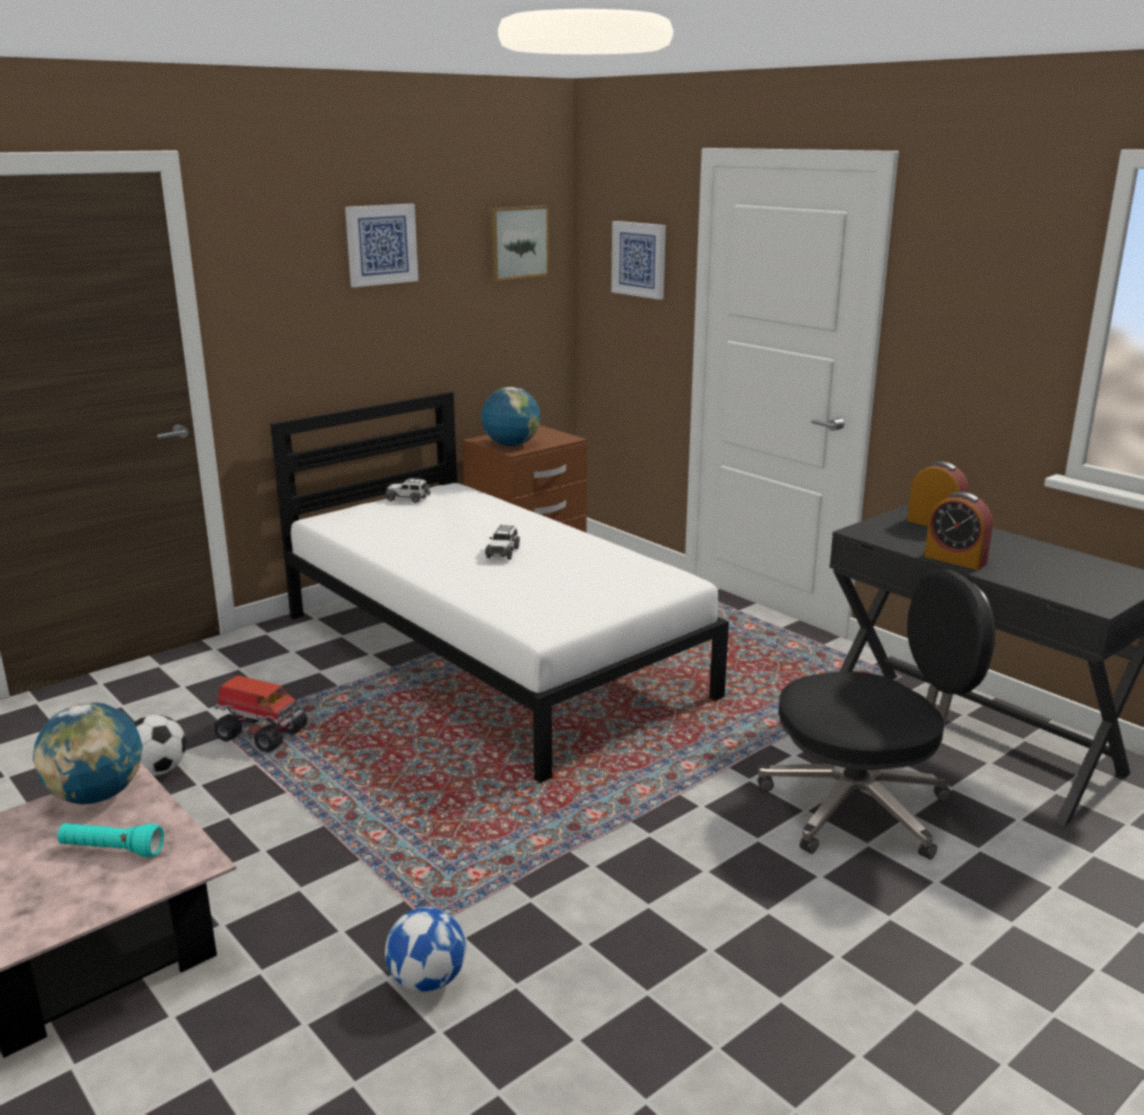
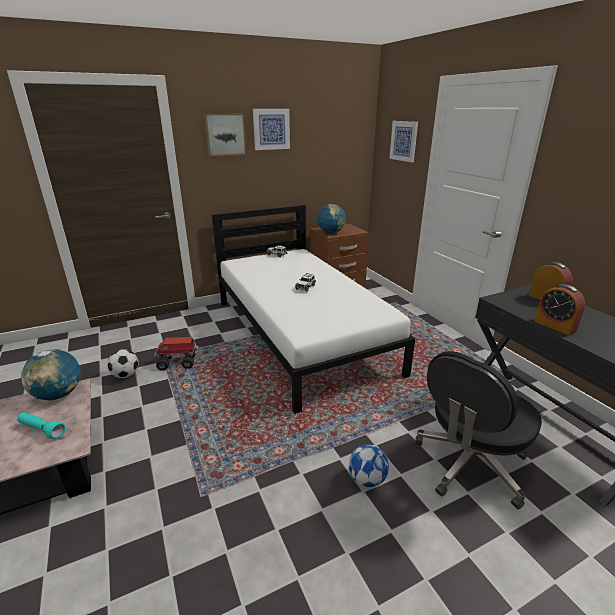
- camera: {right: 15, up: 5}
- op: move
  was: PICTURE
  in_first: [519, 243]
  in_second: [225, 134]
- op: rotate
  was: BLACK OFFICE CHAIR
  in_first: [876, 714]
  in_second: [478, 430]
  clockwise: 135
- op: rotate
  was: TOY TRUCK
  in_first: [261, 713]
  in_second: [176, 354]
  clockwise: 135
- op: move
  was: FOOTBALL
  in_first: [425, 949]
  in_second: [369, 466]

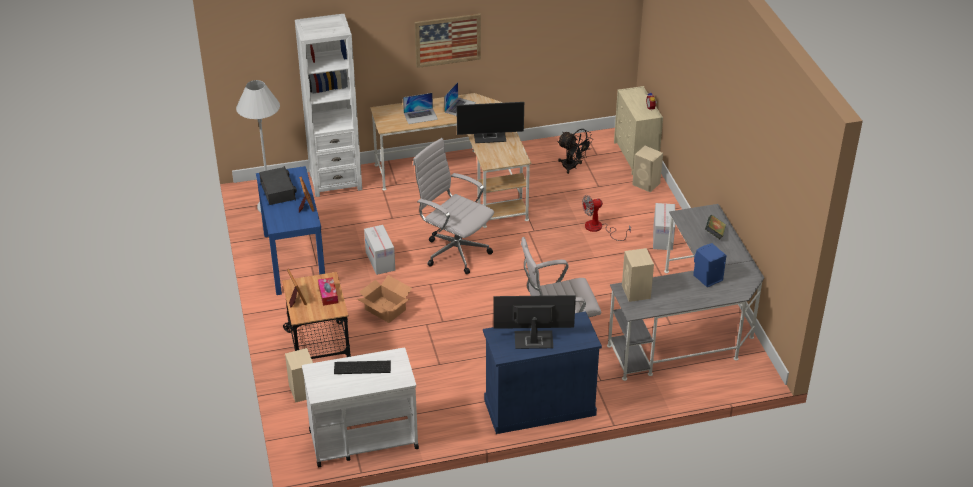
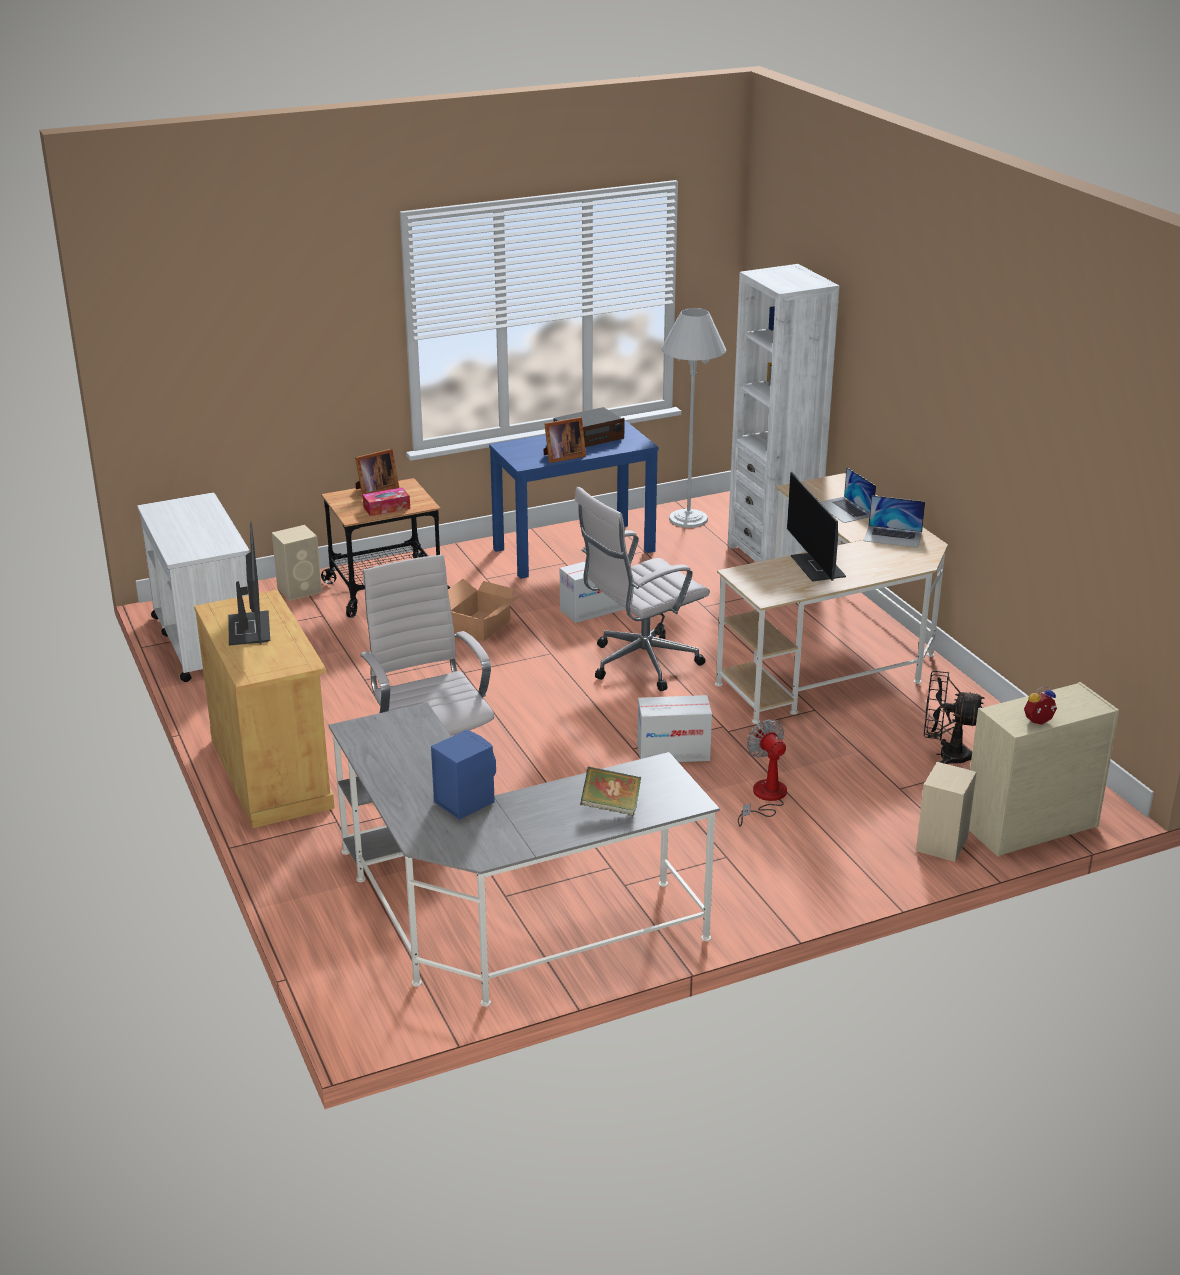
- camera: {right: 80, up: -10}
- op: delete
  was: PICTURE
  in_first: [448, 41]
- op: rotate
  was: BLACK FAN
  in_first: [575, 151]
  in_second: [954, 717]
  clockwise: 75
- op: rotate
  was: WHITE OFFICE CHAIR
  in_first: [453, 206]
  in_second: [642, 589]
  clockwise: -150
- op: move
  was: CARDBOARD BOX
  in_first: [664, 226]
  in_second: [674, 728]
- op: delete
  was: BEIGE SPEAKER
  in_first: [638, 275]
- op: recolor
  was: BLUE CABINET
  now: BEIGE CABINET
  in_first: [542, 372]
  in_second: [264, 709]
- op: delete
  was: KEYBOARD
  in_first: [362, 367]

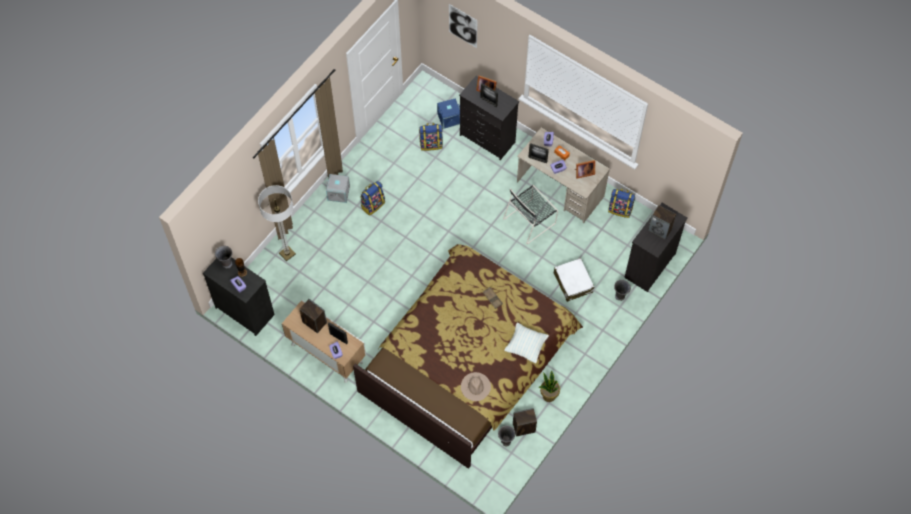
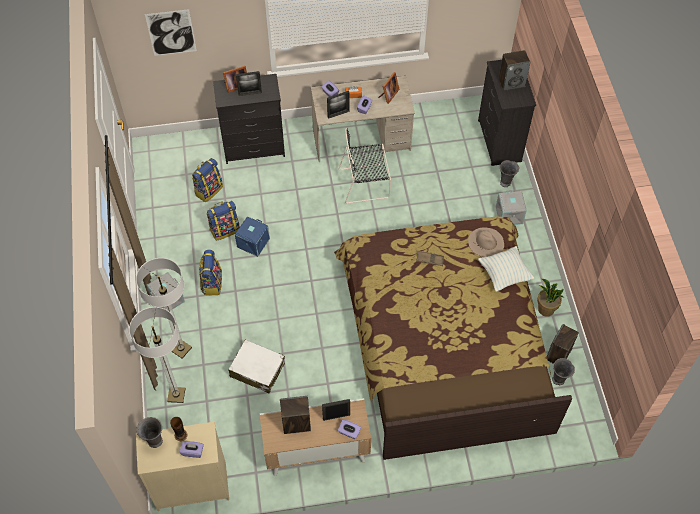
- camera: {right: -45, up: -5}
- op: move
  was: BLUE STORAGE BOX
  in_first: [448, 113]
  in_second: [252, 236]
- op: rotate
  was: BLACK CHAIR
  in_first: [530, 214]
  in_second: [365, 166]
  clockwise: 75
- op: move
  was: BACKPACK
  in_first: [621, 203]
  in_second: [223, 221]
- op: recolor
  was: BLACK DRESSER
  now: BEIGE DRESSER
  in_first: [239, 296]
  in_second: [182, 466]
- op: move
  was: WHITE SUITCASE
  in_first: [574, 280]
  in_second: [256, 366]
- op: move
  was: BEIGE HAT
  in_first: [476, 386]
  in_second: [486, 242]
- op: insert
  now: GREY STORAGE BOX
  in_second: [511, 207]
- op: insert
  now: FLOOR LAMP
  in_second: [164, 308]

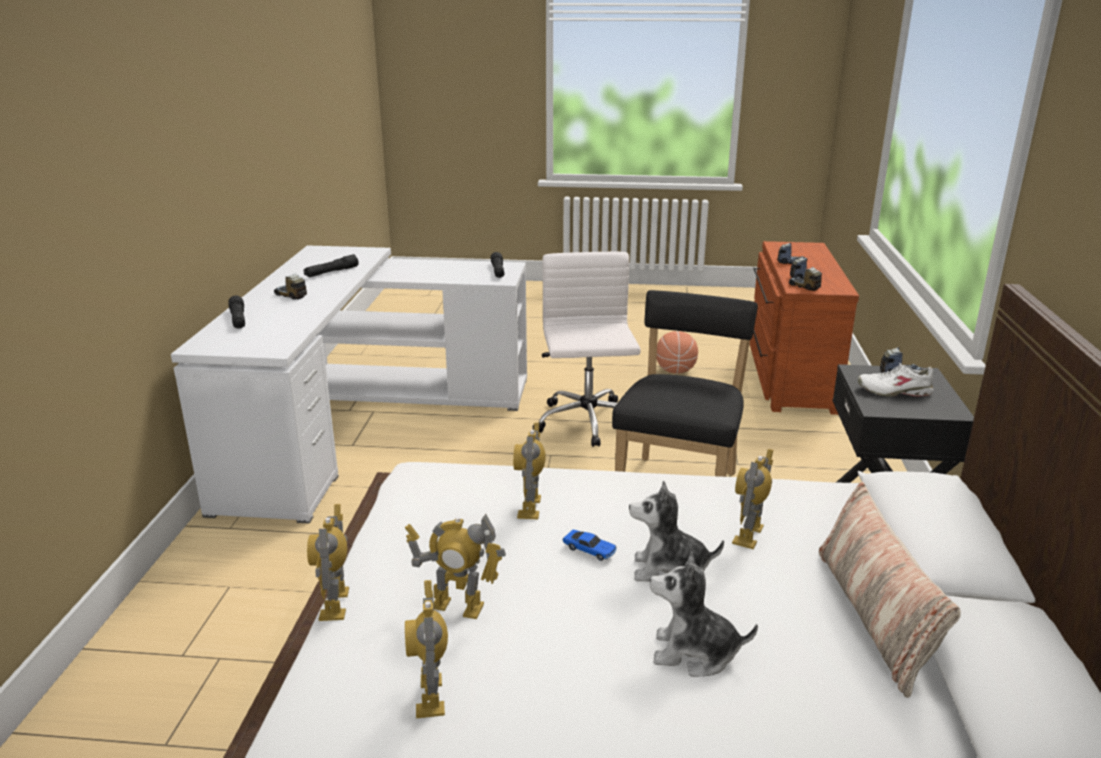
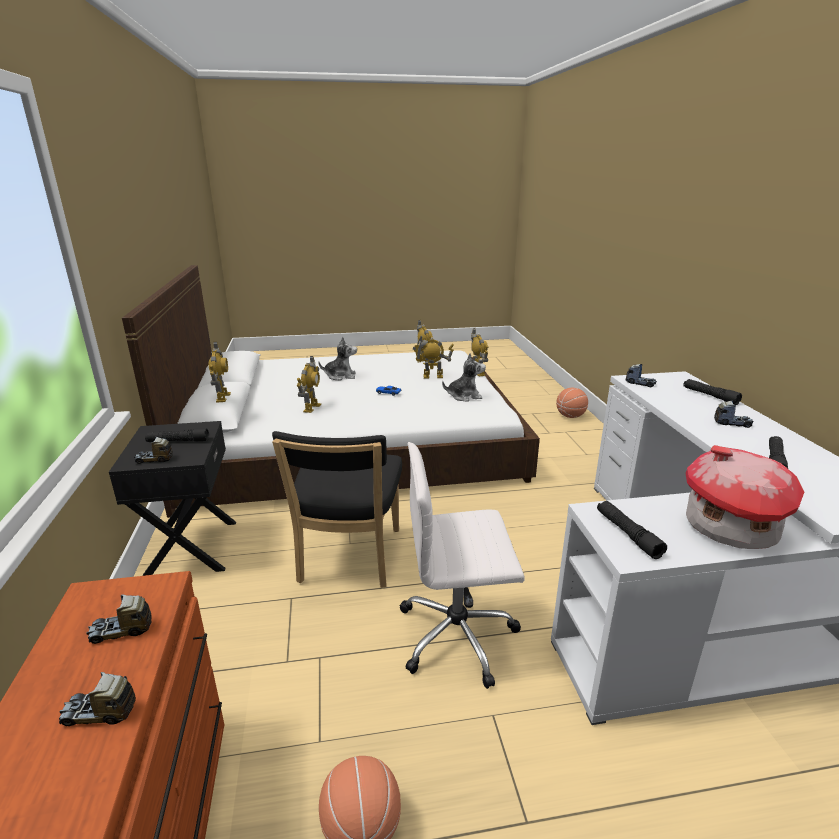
- camera: {right: 165, up: 0}
- op: rotate
  was: WHITE OFFICE CHAIR
  in_first: [586, 349]
  in_second: [462, 565]
  clockwise: 105
- op: move
  was: TOY TRUCK
  in_first: [805, 279]
  in_second: [641, 376]
- op: replace
  was: WHITE SHOE
  now: BLACK FLASHLIGHT
  in_first: [895, 380]
  in_second: [177, 435]
- op: move
  was: TOY ROBOT
  in_first: [529, 470]
  in_second: [219, 372]
- op: move
  was: PLUSH TOY
  in_first: [676, 531]
  in_second: [464, 377]
- op: delete
  was: PILLOW
  in_first: [890, 590]
- op: insert
  now: BASKETBALL
  in_second: [572, 403]
- op: insert
  now: TOY HOUSE
  in_second: [744, 497]

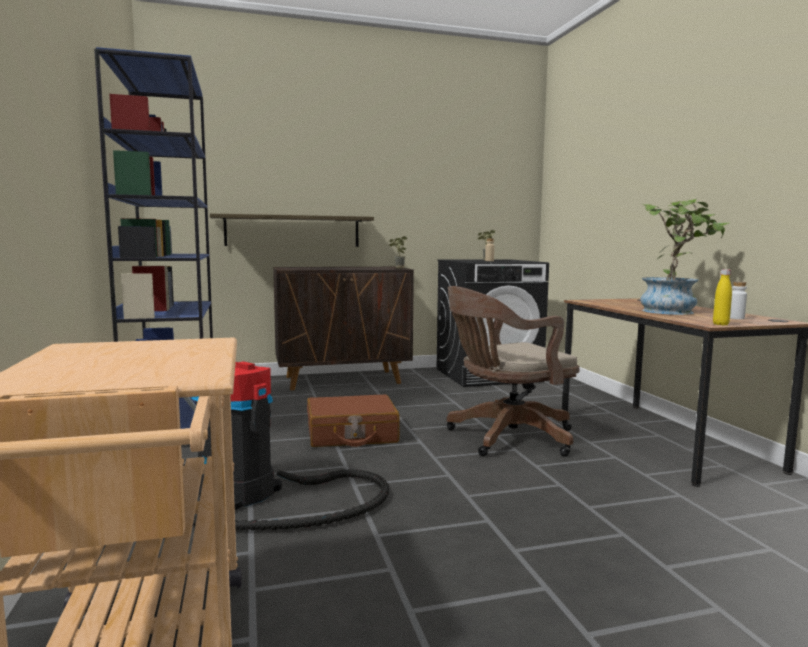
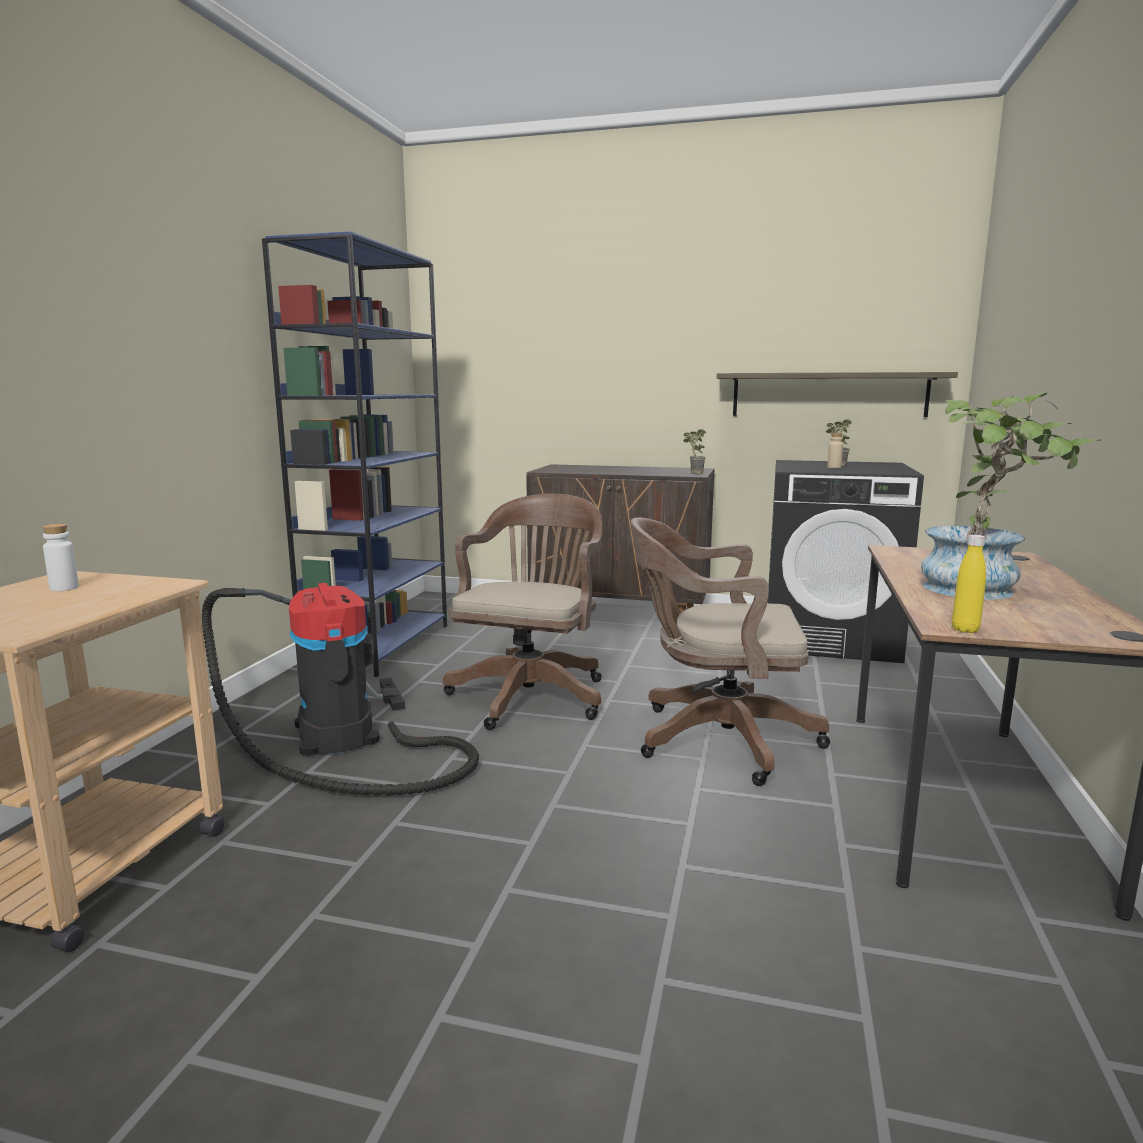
- camera: {right: 30, up: 5}
- op: move
  was: SHELF
  in_first: [292, 230]
  in_second: [837, 394]
- op: move
  was: WHITE BOTTLE
  in_first: [738, 300]
  in_second: [61, 557]
- op: replace
  was: BROWN SUITCASE
  now: BROWN OFFICE CHAIR
  in_first: [353, 420]
  in_second: [522, 612]

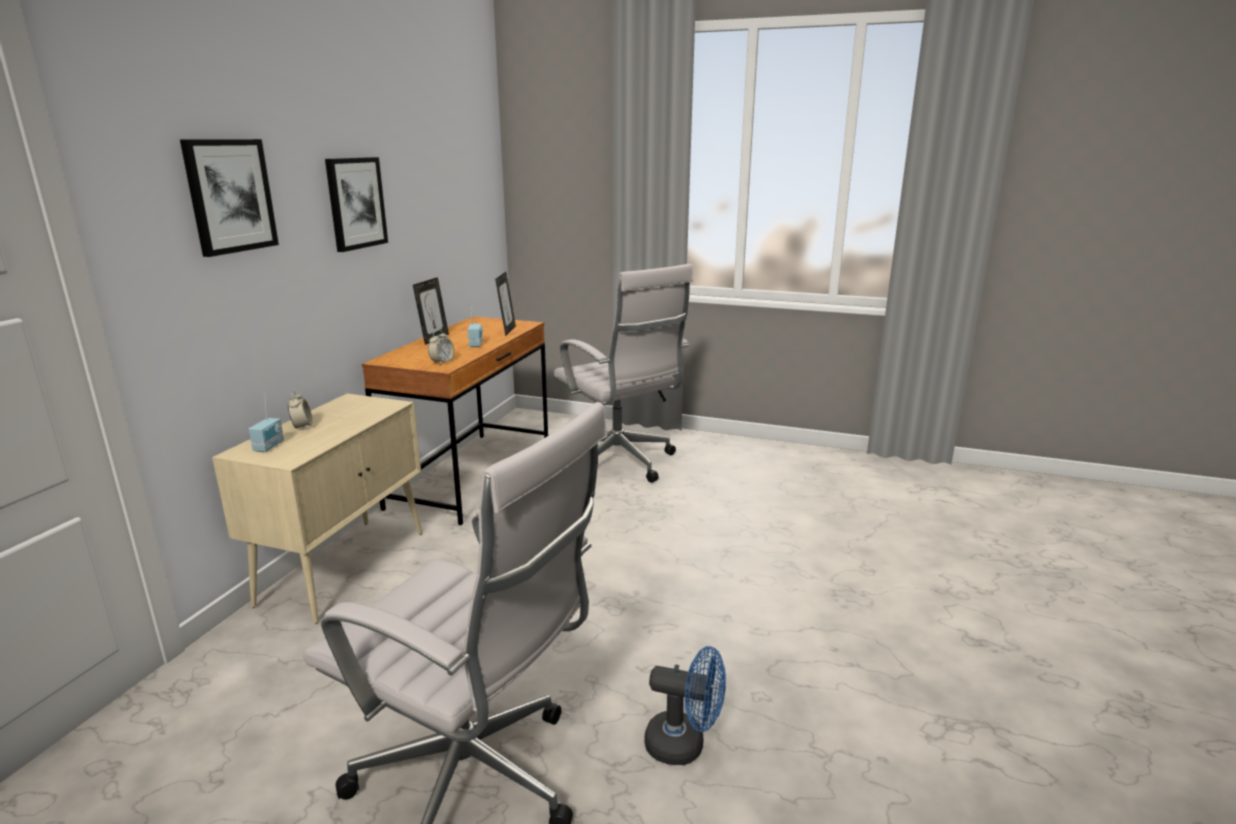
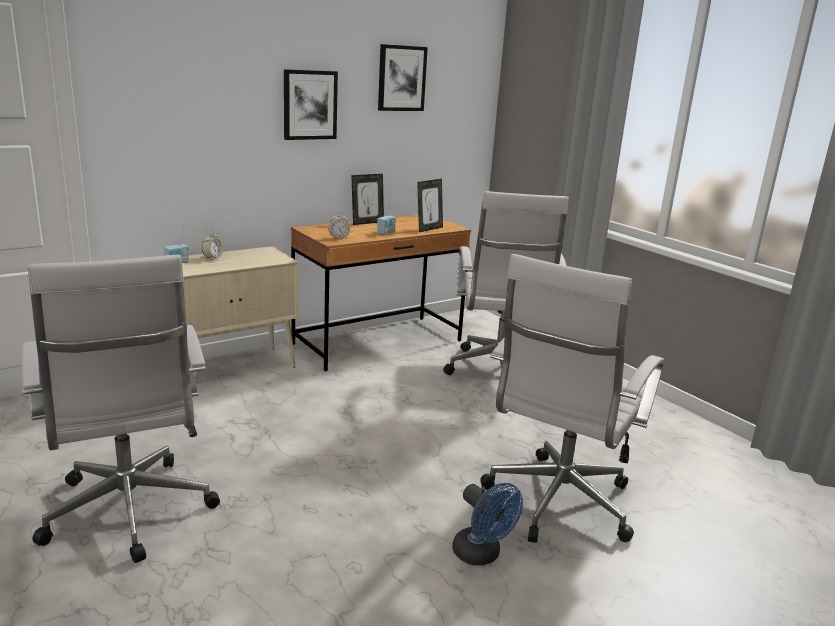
- camera: {right: 35, up: 0}
- op: move
  was: PICTURE
  in_first: [229, 198]
  in_second: [403, 77]
- op: move
  was: BLUE FAN
  in_first: [685, 705]
  in_second: [487, 524]
- op: insert
  now: WHITE OFFICE CHAIR
  in_second: [572, 398]

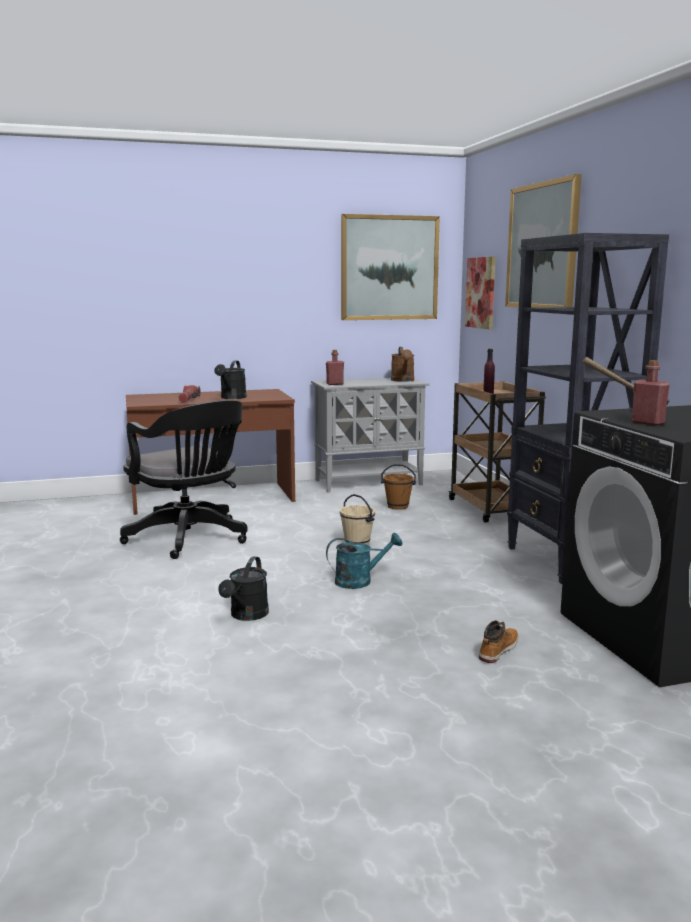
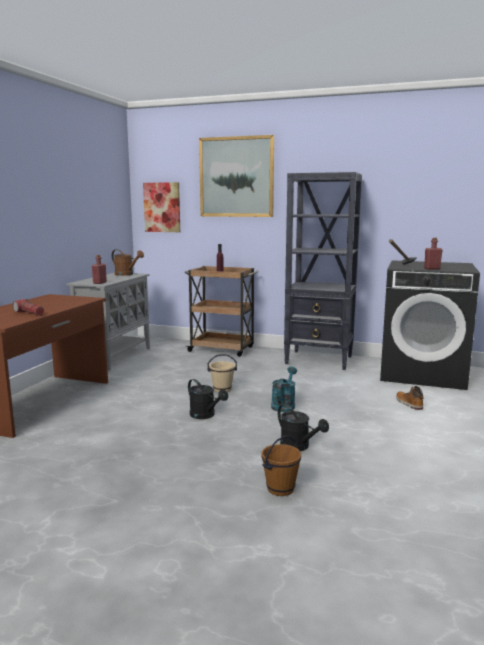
- camera: {right: -55, up: 0}
- op: delete
  was: PICTURE
  in_first: [390, 267]
- op: move
  was: BLACK WATERING CAN
  in_first: [230, 380]
  in_second: [208, 399]
- op: delete
  was: BLACK OFFICE CHAIR
  in_first: [184, 479]
- op: move
  was: BROWN BUCKET
  in_first: [398, 487]
  in_second: [281, 466]

